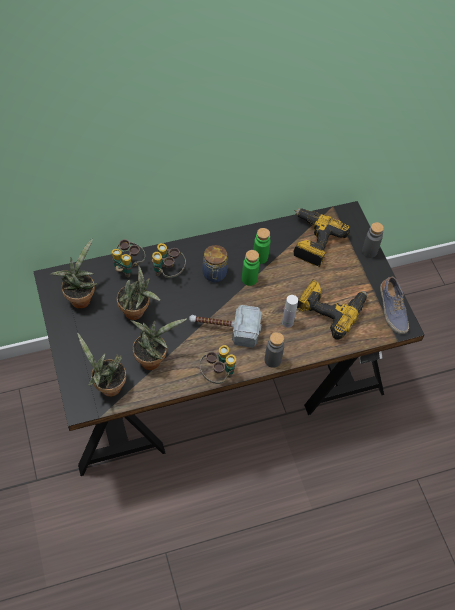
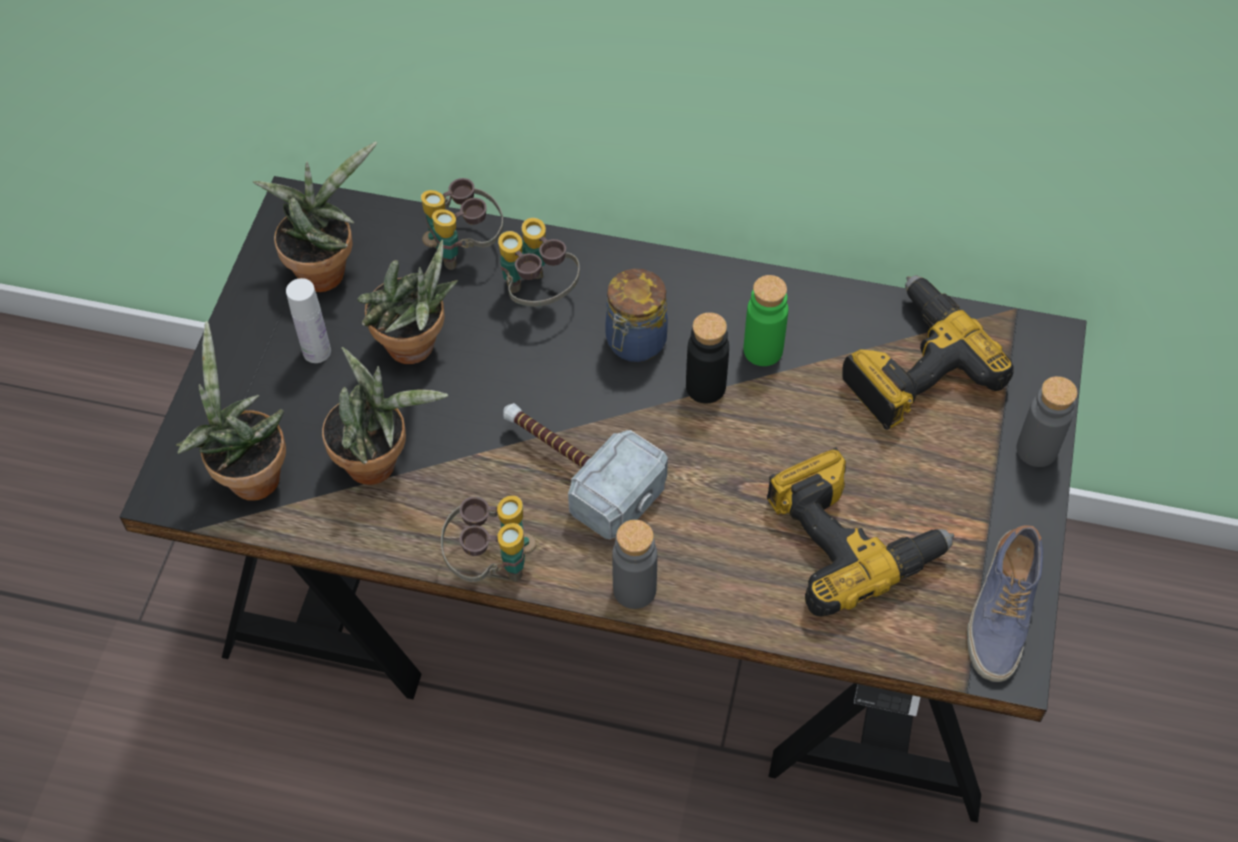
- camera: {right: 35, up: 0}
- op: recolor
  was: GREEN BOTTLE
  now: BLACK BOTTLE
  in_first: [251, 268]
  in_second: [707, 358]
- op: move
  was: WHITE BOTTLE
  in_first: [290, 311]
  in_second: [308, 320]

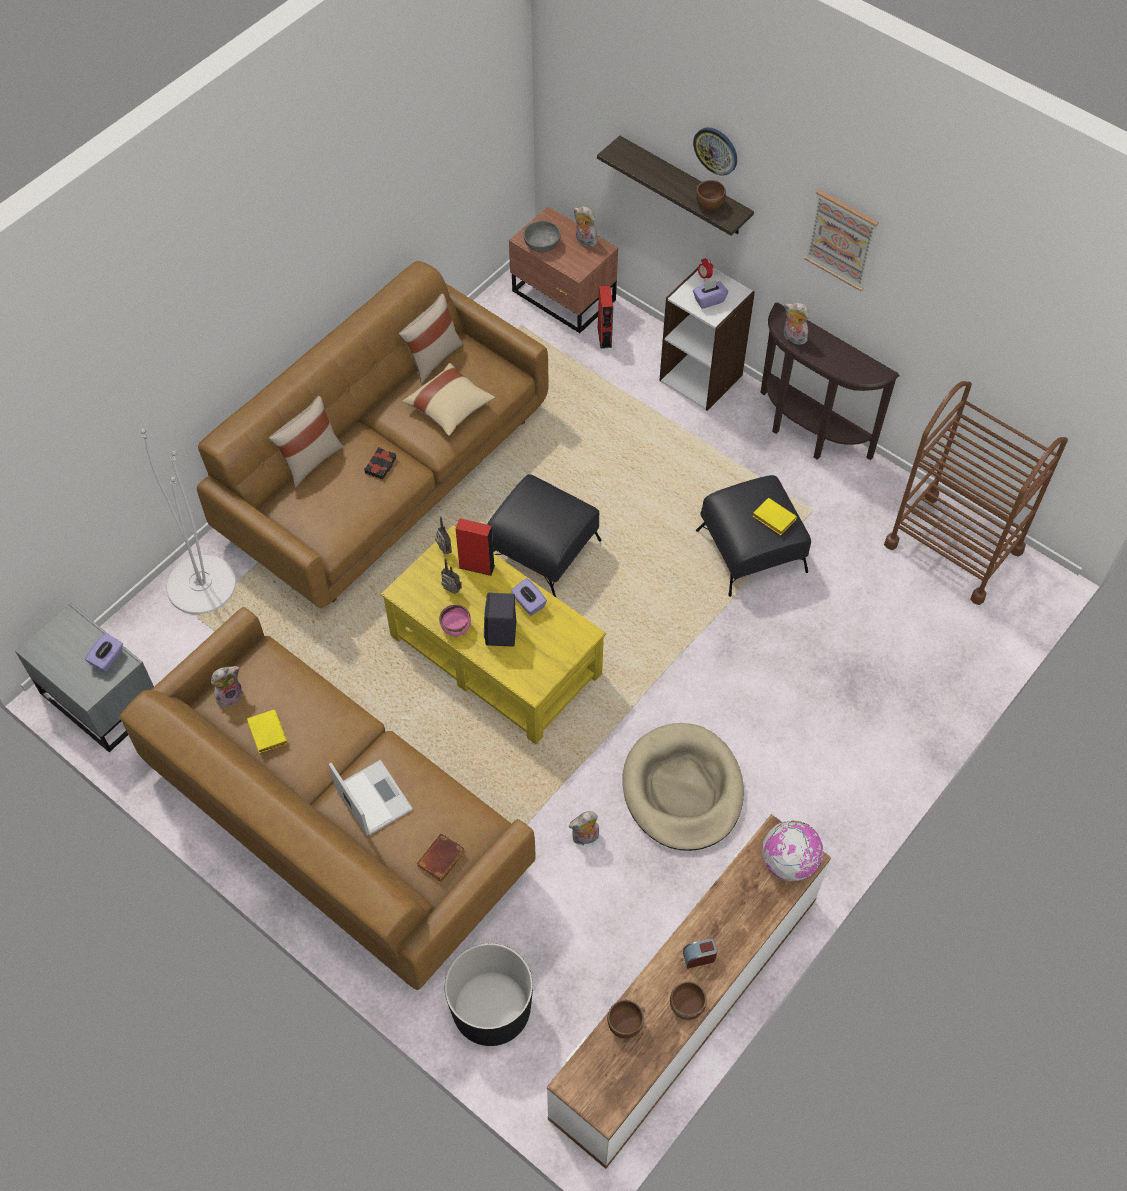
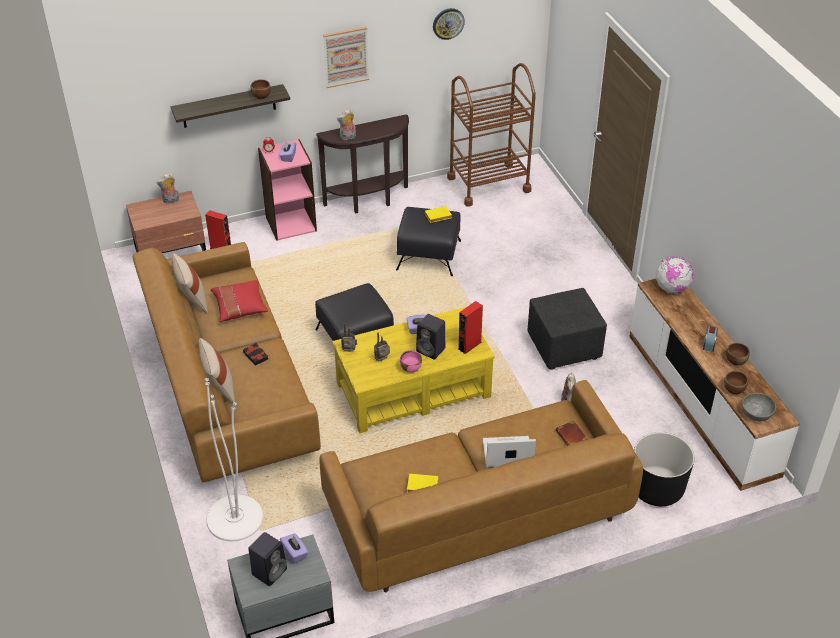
- camera: {right: -60, up: -15}
- op: move
  was: WALL CLOCK
  in_first: [715, 151]
  in_second: [449, 24]
- op: move
  was: GREY BOWL
  in_first: [542, 236]
  in_second: [759, 407]
- op: recolor
  was: WHITE BOOKCASE
  now: PINK BOOKCASE
  in_first: [707, 339]
  in_second: [287, 190]
- op: recolor
  was: BEIGE PILLOW
  now: RED PILLOW
  in_first: [448, 399]
  in_second: [239, 301]
- op: move
  was: RED SPEAKER
  in_first: [475, 547]
  in_second: [470, 327]
- op: delete
  was: PLUSH TOY
  in_first: [227, 686]
- op: replace
  was: BEIGE DOG BED
  now: BLACK OTTOMAN
  in_first: [683, 787]
  in_second: [567, 329]
- op: insert
  now: BLACK SPEAKER
  in_second: [267, 559]

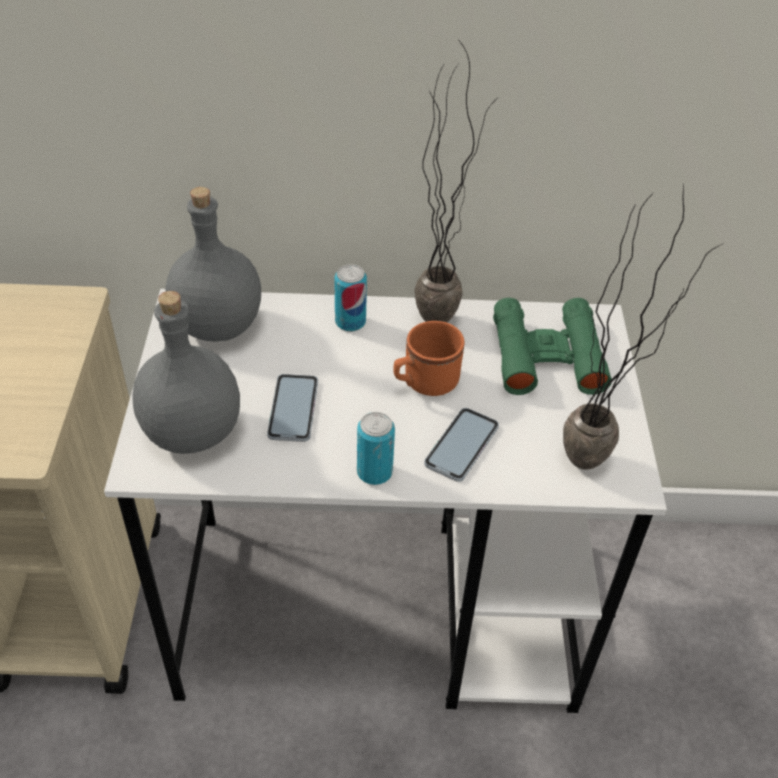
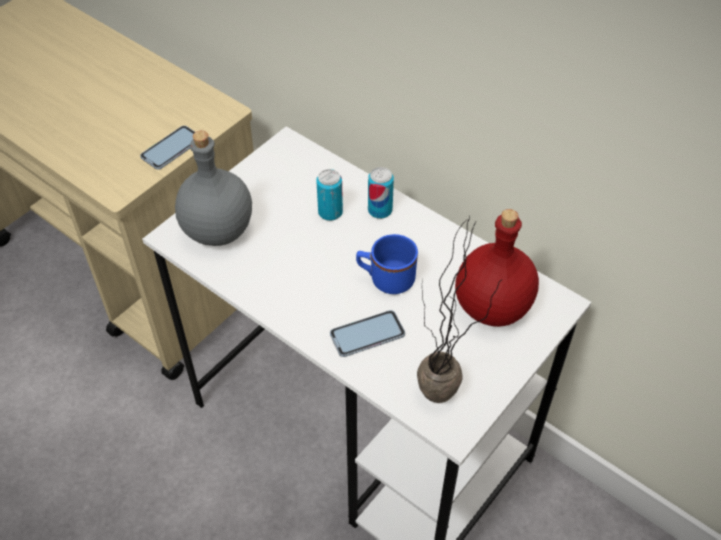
- camera: {right: 40, up: 5}
- op: delete
  was: POTTED PLANT
  in_first: [453, 182]
- op: delete
  was: GREY BOTTLE
  in_first: [213, 264]
- op: replace
  was: GREEN BINOCULARS
  now: RED BOTTLE
  in_first: [552, 346]
  in_second: [497, 268]
- op: recolor
  was: ORANGE MUG
  now: BLUE MUG
  in_first: [428, 358]
  in_second: [387, 264]
- op: move
  was: PHONE
  in_first: [292, 408]
  in_second: [167, 148]
- op: move
  was: CAN
  in_first: [376, 448]
  in_second: [329, 195]

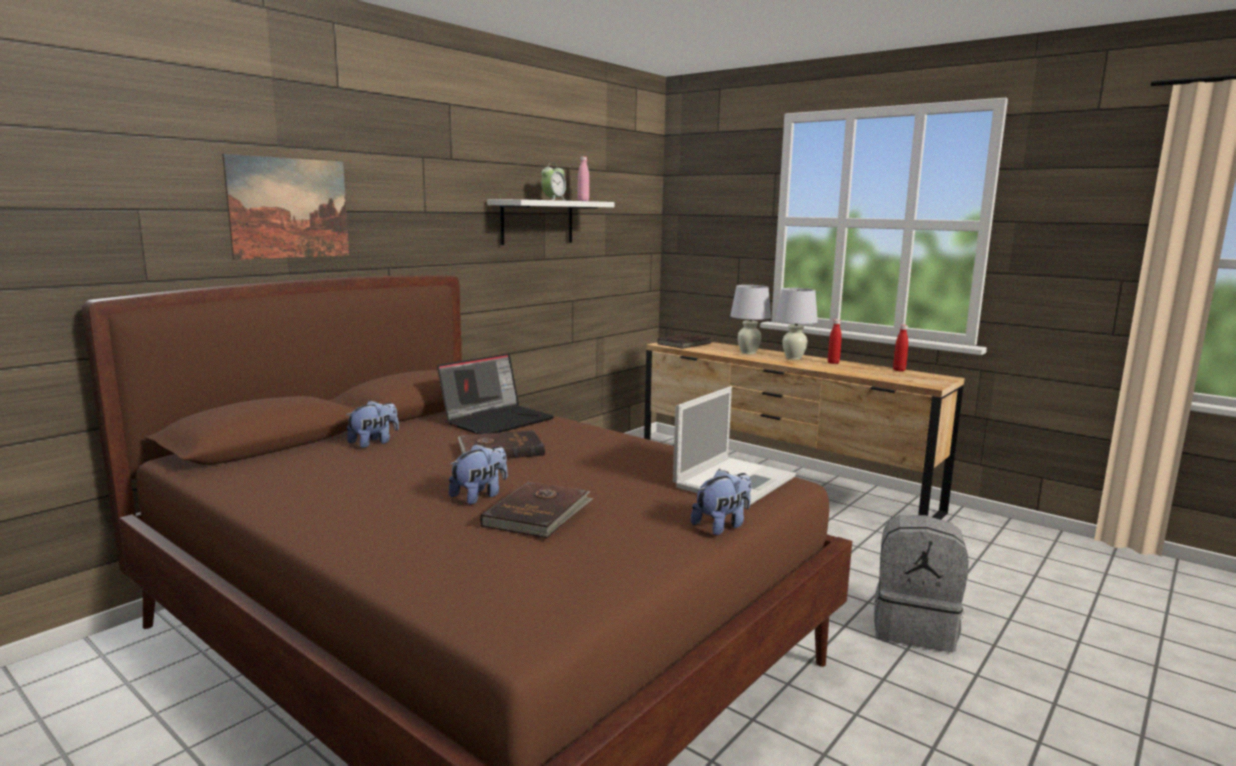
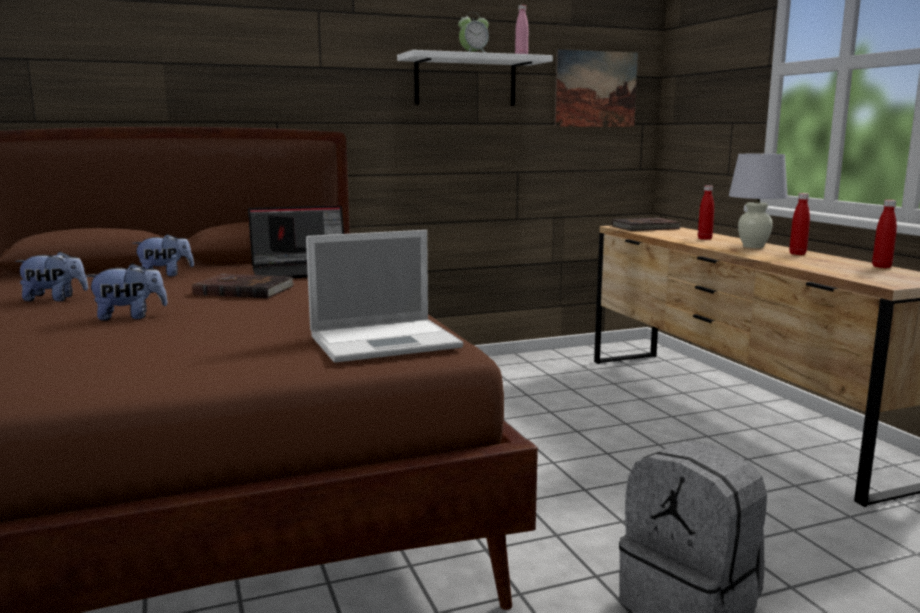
- camera: {right: 30, up: 0}
- op: move
  was: PICTURE
  in_first: [285, 207]
  in_second: [596, 88]
- op: replace
  was: WHITE TABLE LAMP
  now: RED BOTTLE
  in_first: [750, 319]
  in_second: [706, 212]
- op: move
  was: PLUSH TOY
  in_first: [721, 502]
  in_second: [51, 276]
- op: delete
  was: BROWN BOOK
  in_first: [537, 509]

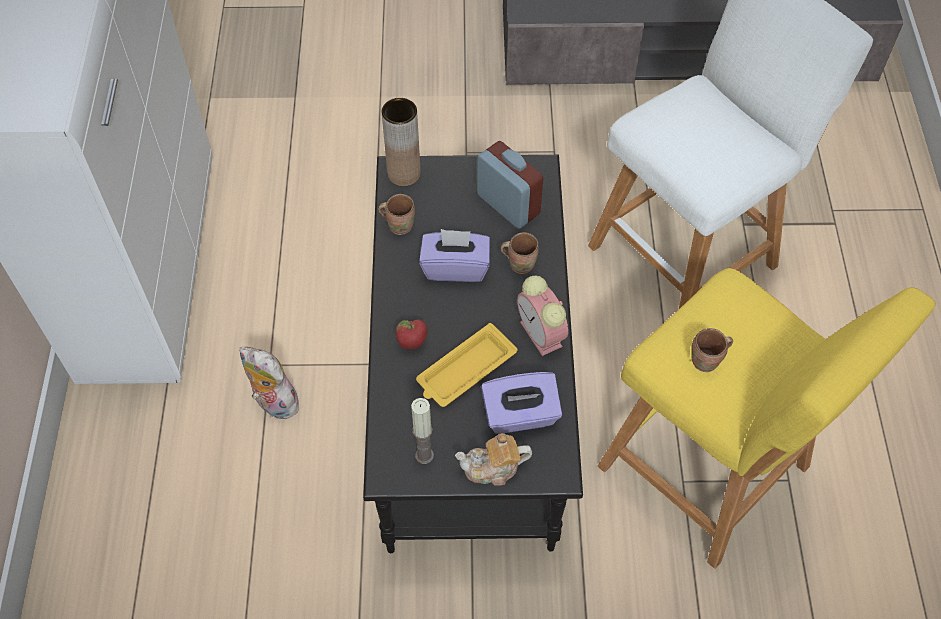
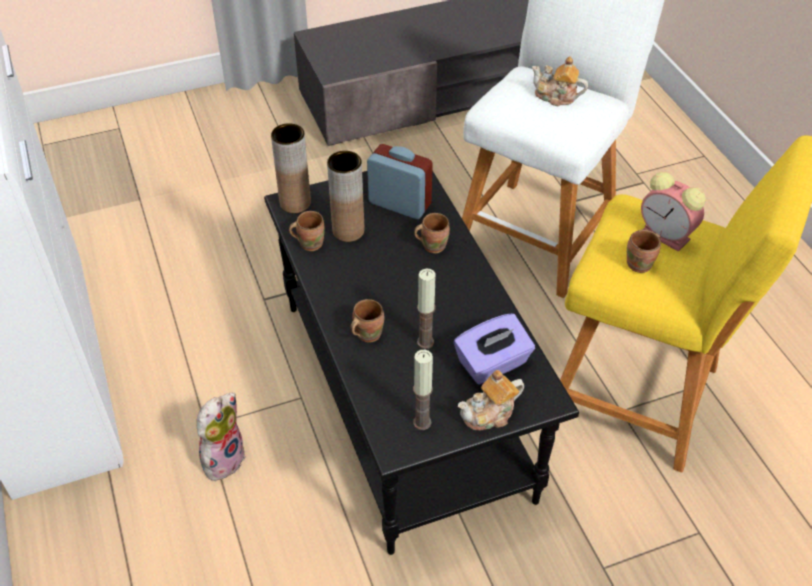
- camera: {right: -20, up: -10}
- op: delete
  was: PURPLE TISSUE BOX
  in_first: [454, 255]
- op: move
  was: ALARM CLOCK
  in_first: [542, 316]
  in_second: [673, 212]
- op: replace
  was: APPLE
  now: BROWN MUG
  in_first: [412, 334]
  in_second: [367, 321]
- op: replace
  was: YELLOW TRAY
  now: CANDLE
  in_first: [466, 365]
  in_second: [426, 309]
- op: rotate
  was: PLUSH TOY
  in_first: [272, 383]
  in_second: [221, 437]
  clockwise: 105
- op: insert
  now: TEAPOT
  in_second: [560, 81]
- op: insert
  now: BROWN VASE
  in_second: [346, 196]

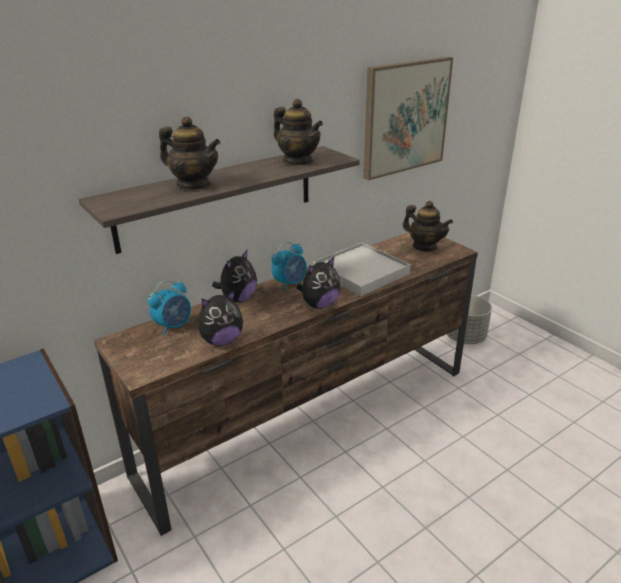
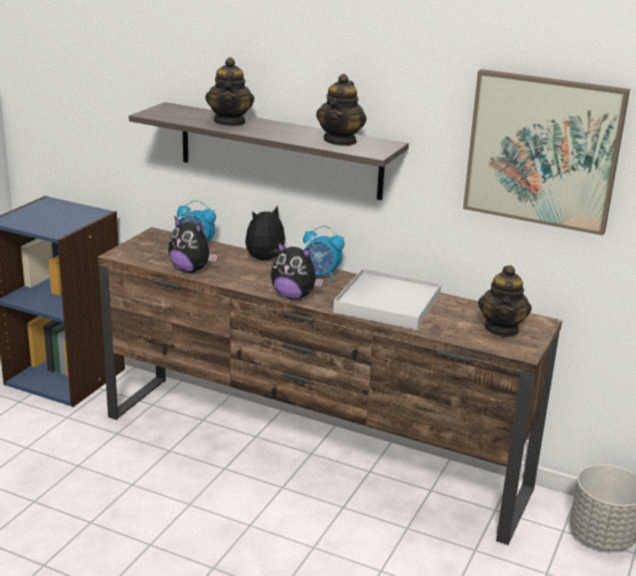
- camera: {right: 60, up: -5}
- op: rotate
  was: PLUSH TOY
  in_first: [234, 276]
  in_second: [265, 232]
  clockwise: 135

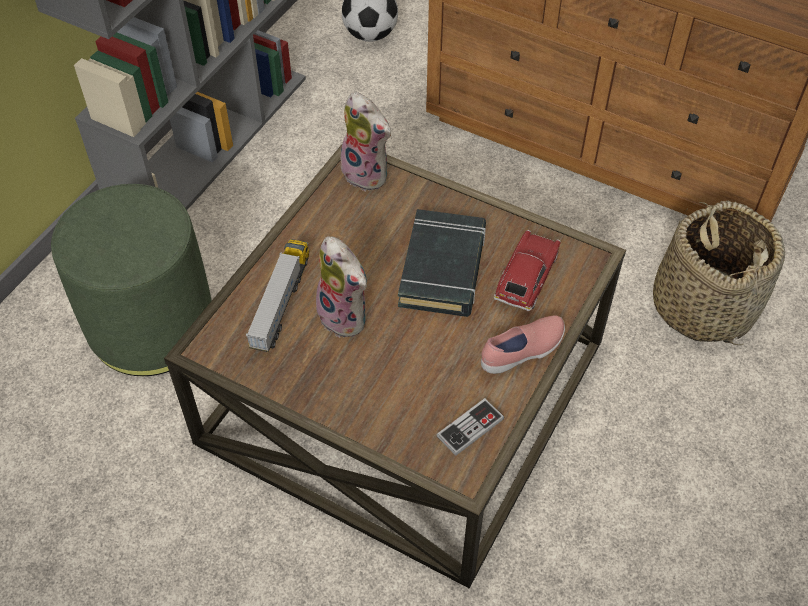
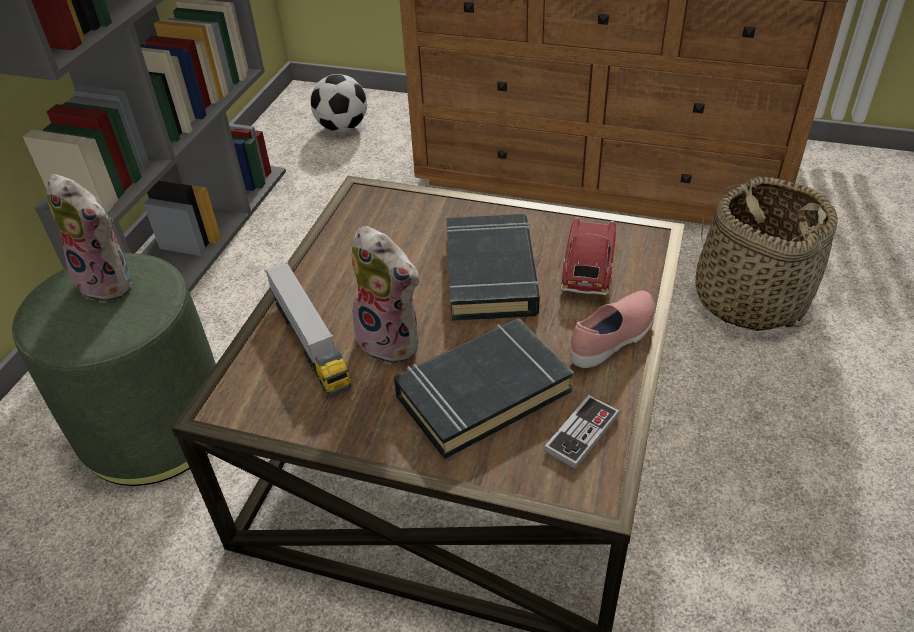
- camera: {right: -10, up: -10}
- op: move
  was: PLUSH TOY
  in_first: [366, 141]
  in_second: [89, 238]
- op: rotate
  was: TOY TRUCK
  in_first: [277, 295]
  in_second: [308, 329]
  clockwise: 150
- op: insert
  now: BLACK BOOK
  in_second: [484, 388]

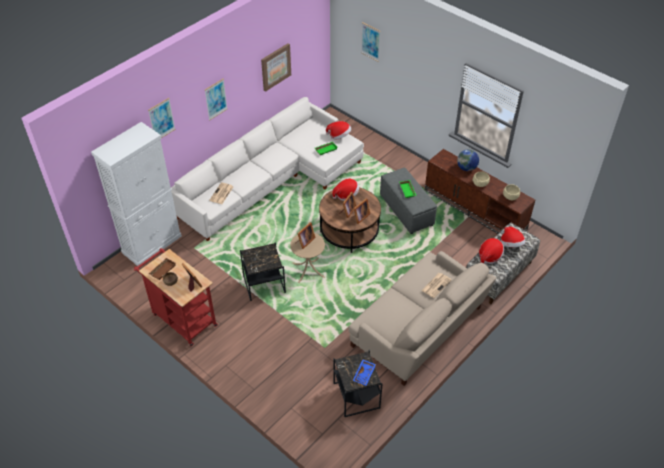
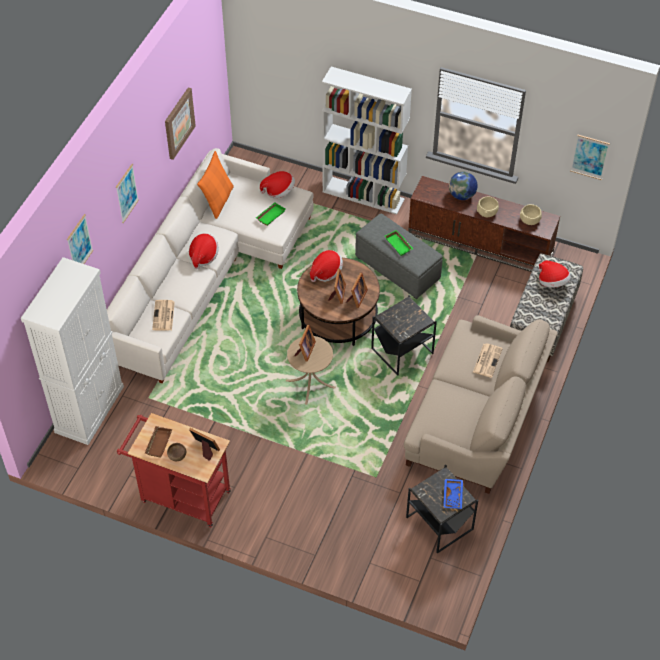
- camera: {right: -20, up: 5}
- op: move
  was: PICTURE
  in_first: [371, 42]
  in_second: [590, 157]
- op: move
  was: HAT
  in_first: [491, 251]
  in_second: [204, 251]
- op: move
  was: BLACK SIDE TABLE
  in_first: [263, 271]
  in_second: [404, 335]
- op: insert
  now: WHITE BOOKCASE
  in_second: [367, 140]
- op: insert
  now: ORANGE PILLOW
  in_second: [215, 185]

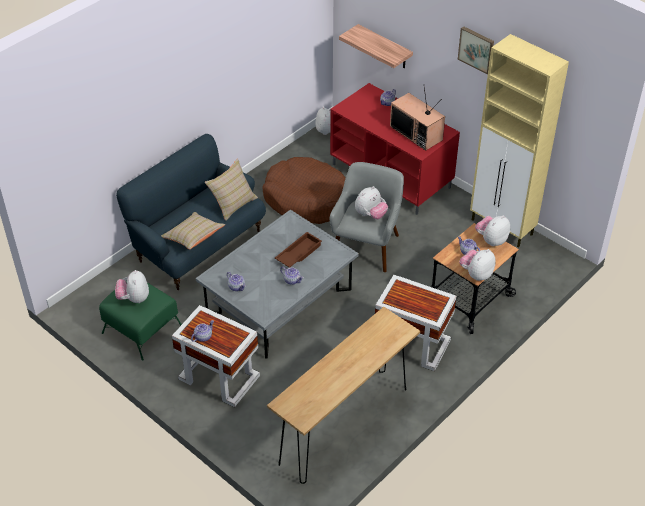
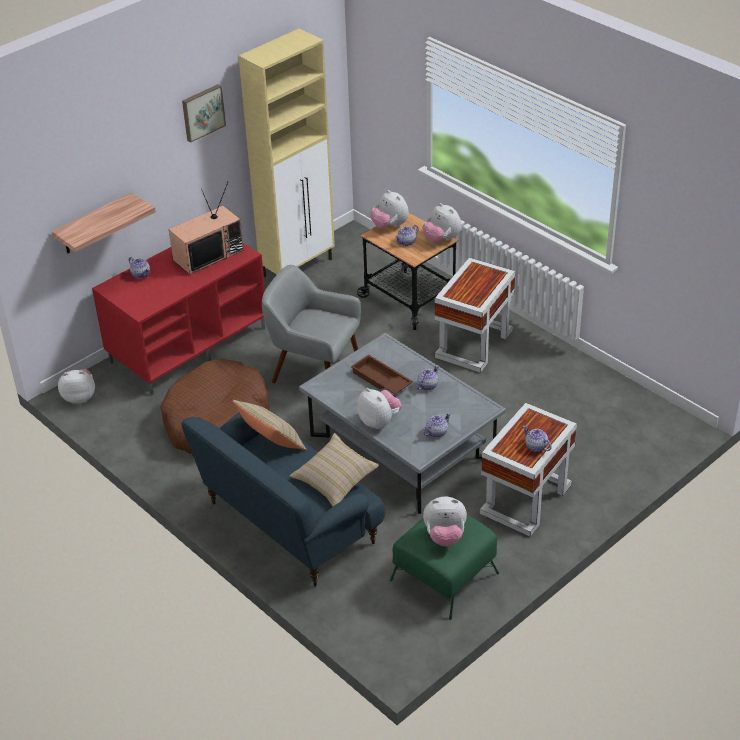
- camera: {right: -85, up: -5}
- op: move
  was: PLUSH TOY
  in_first: [371, 202]
  in_second: [379, 408]
- op: delete
  was: BROWN CONSOLE TABLE
  in_first: [343, 395]

